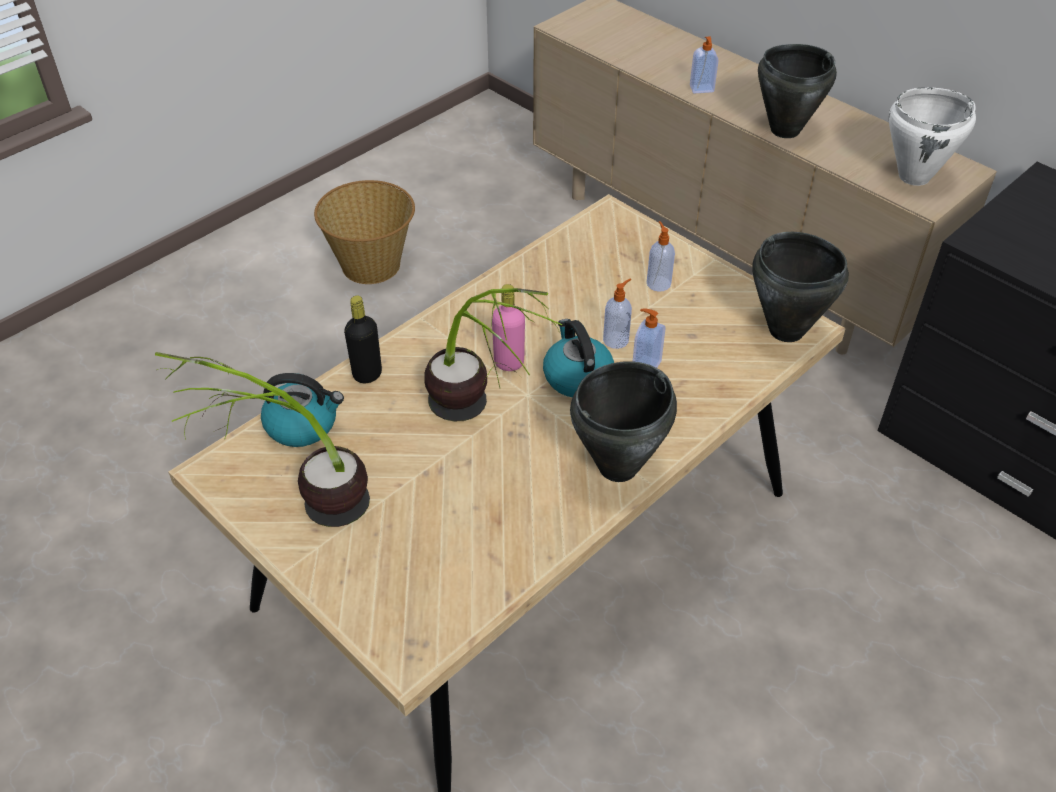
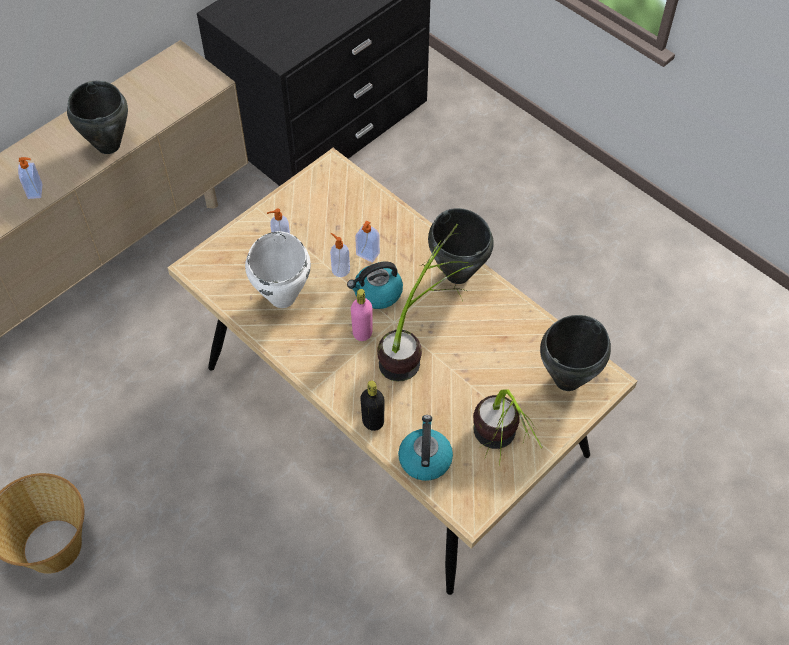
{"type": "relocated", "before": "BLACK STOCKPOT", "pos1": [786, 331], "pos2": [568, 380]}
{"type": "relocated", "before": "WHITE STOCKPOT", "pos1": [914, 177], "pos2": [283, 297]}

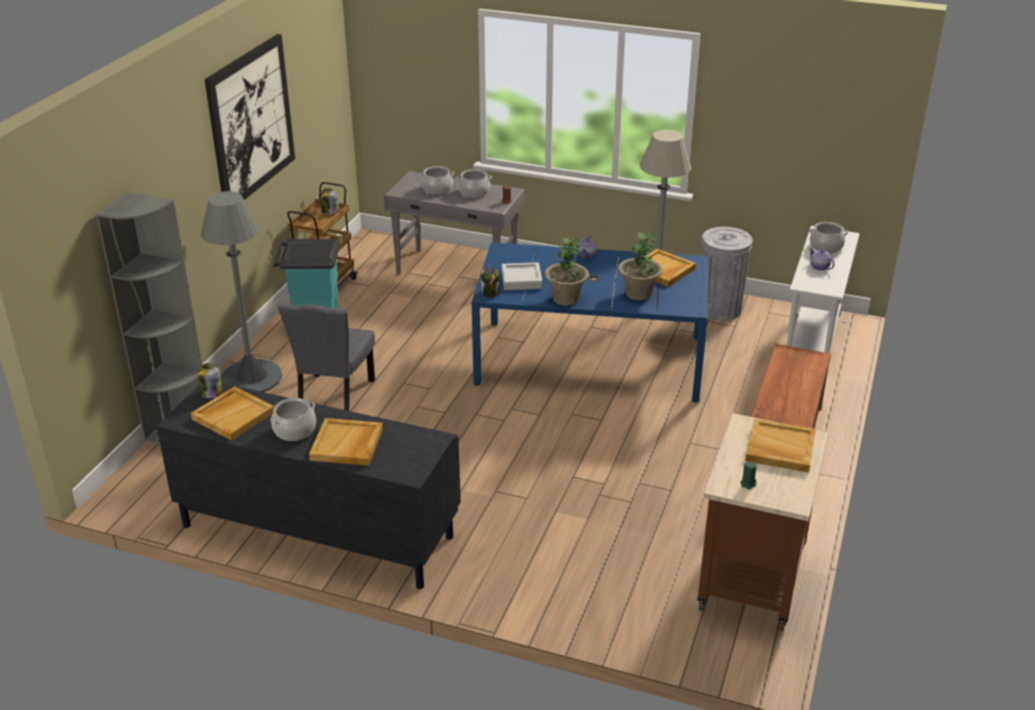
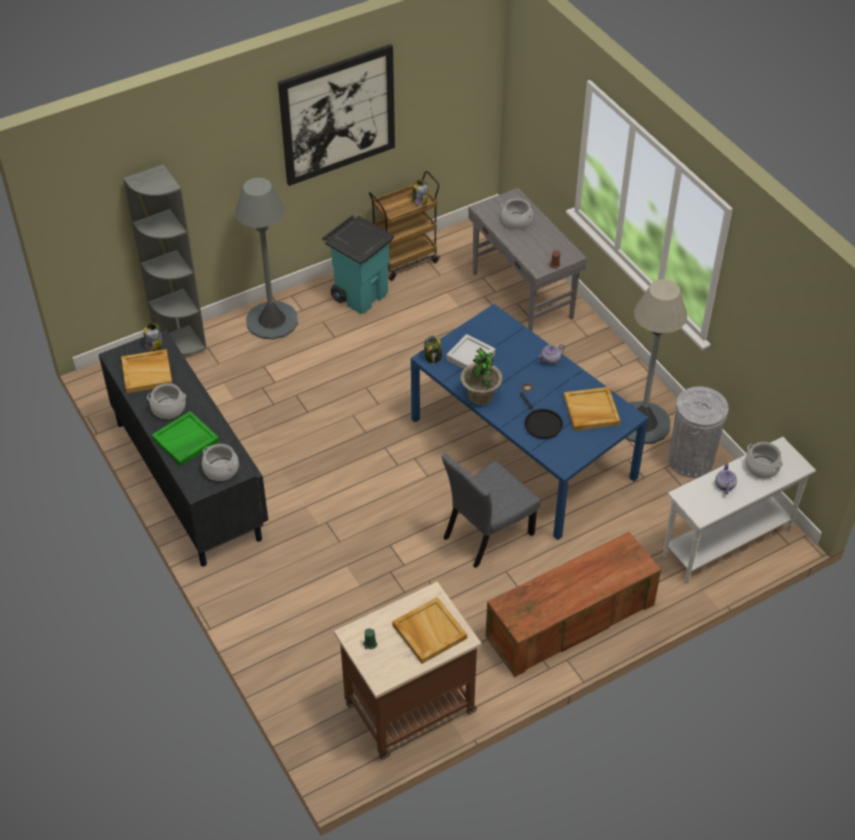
{"type": "relocated", "before": "GRAY CHAIR", "pos1": [334, 396], "pos2": [488, 533]}
{"type": "relocated", "before": "STOCKPOT", "pos1": [474, 192], "pos2": [221, 470]}
{"type": "exchanged", "before": "POTTED PLANT", "after": "BLACK FRYING PAN", "pos1": [638, 294], "pos2": [541, 424]}
{"type": "colour", "before": "BEIGE TRAY", "after": "GREEN TRAY", "pos1": [347, 445], "pos2": [185, 440]}

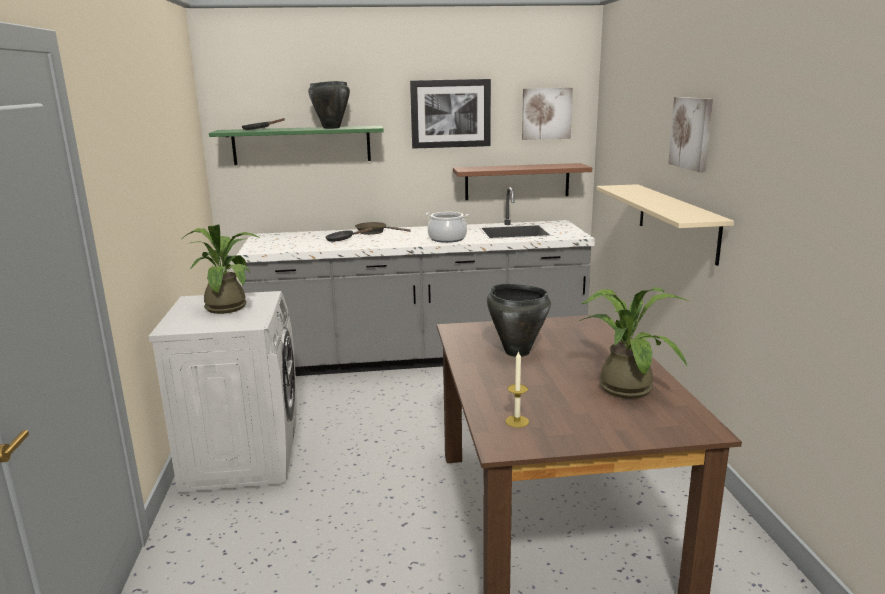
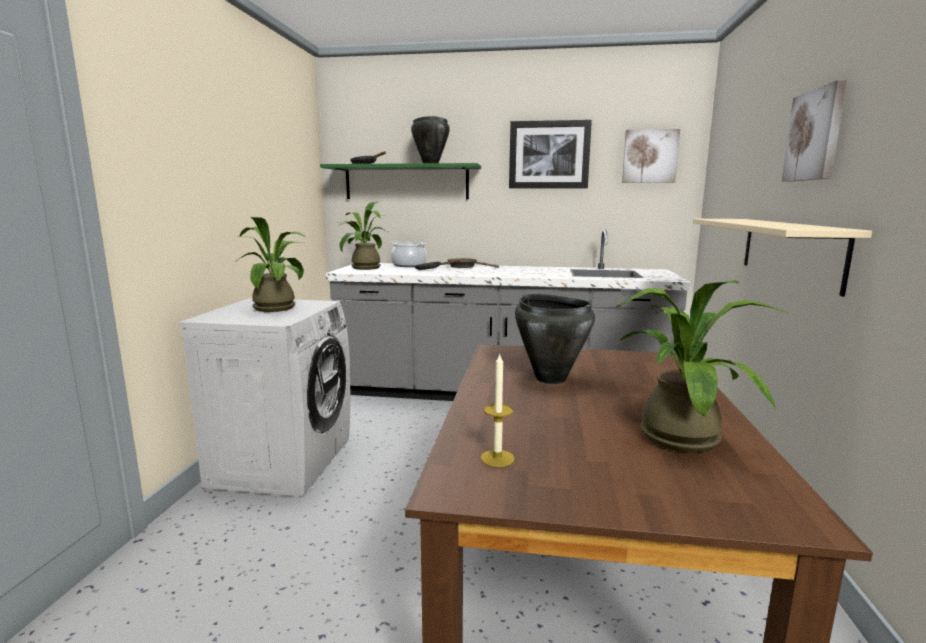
{"type": "missing", "before": "BROWN BRACKET SHELF", "pos1": [517, 181]}
{"type": "appeared", "after": "POTTED PLANT", "pos2": [363, 268]}
{"type": "relocated", "before": "STOCKPOT", "pos1": [447, 239], "pos2": [409, 265]}

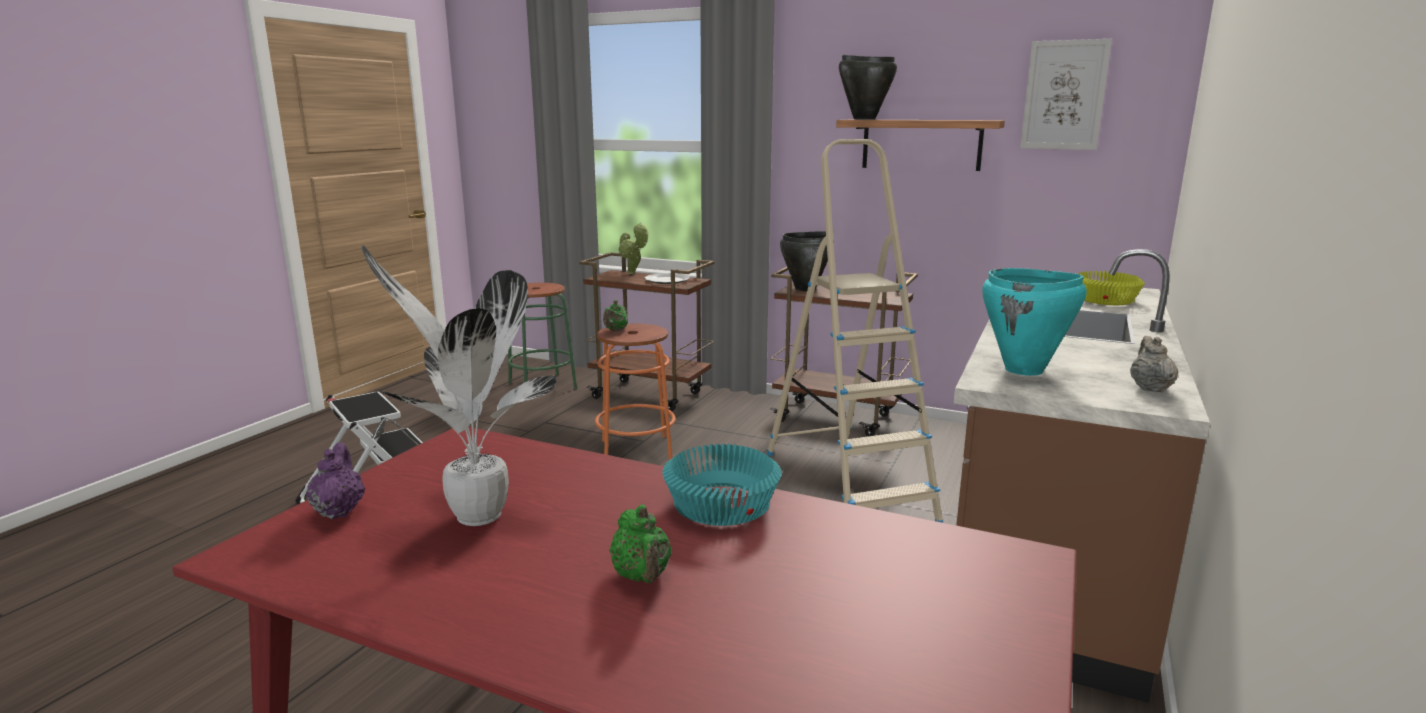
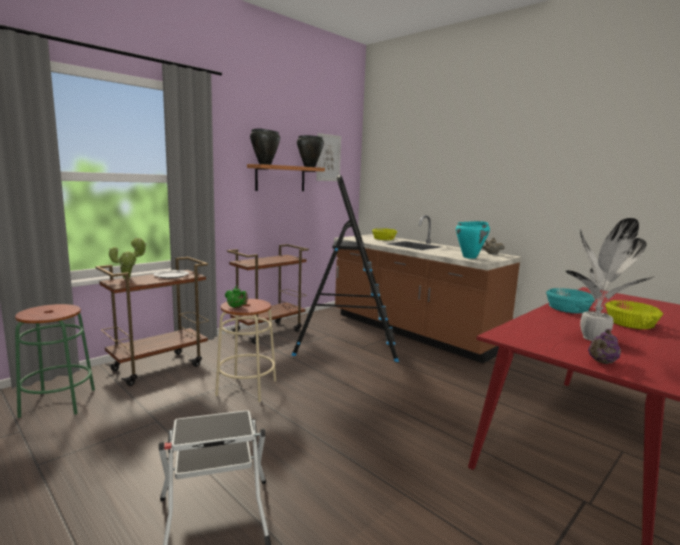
{"type": "relocated", "before": "BLACK STOCKPOT", "pos1": [806, 289], "pos2": [310, 167]}
{"type": "exchanged", "before": "GREEN TEA POT", "after": "YELLOW-COLOURED SERVING BOWL", "pos1": [642, 577], "pos2": [630, 323]}
{"type": "colour", "before": "ORANGE STOOL SEAT", "after": "BEIGE STOOL SEAT", "pos1": [636, 451], "pos2": [247, 388]}
{"type": "colour", "before": "BEIGE STEP LADDER", "after": "BLACK STEP LADDER", "pos1": [847, 487], "pos2": [346, 349]}
{"type": "spun", "before": "PURPLE TEA POT", "pos1": [339, 511], "pos2": [601, 362], "turn": -45}

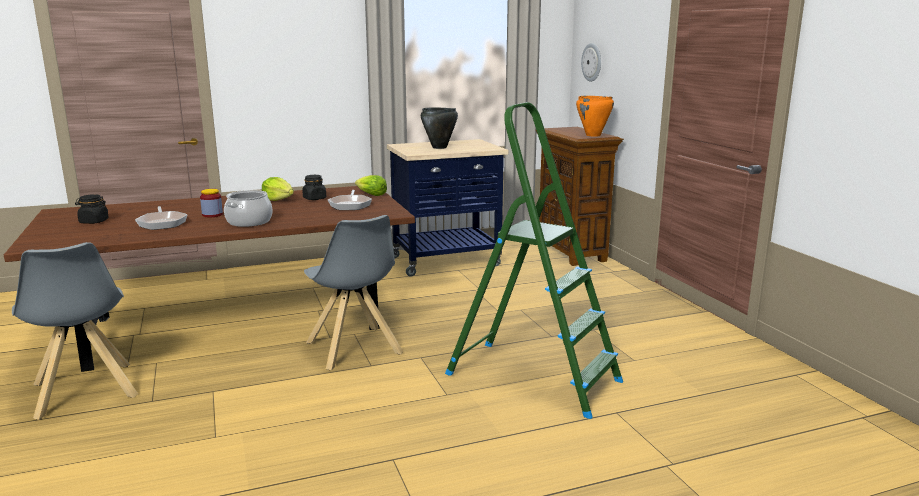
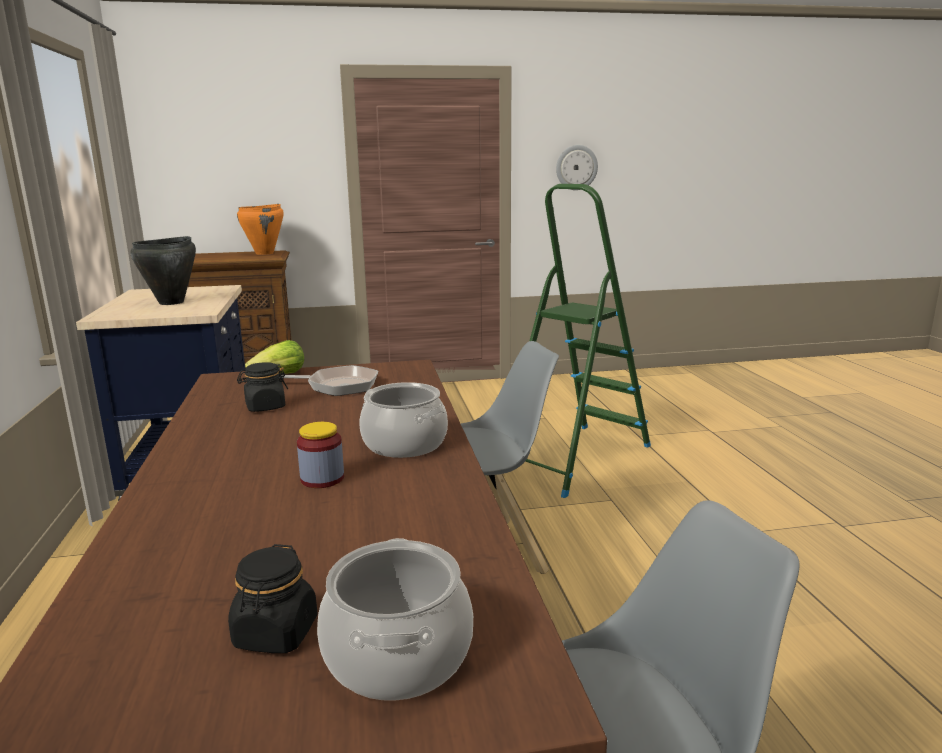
{"type": "missing", "before": "FRYING PAN", "pos1": [162, 223]}
{"type": "missing", "before": "HEAD OF LETTUCE", "pos1": [278, 200]}
{"type": "appeared", "after": "STOCKPOT", "pos2": [396, 655]}
{"type": "relocated", "before": "CLOCK ON THE WALL", "pos1": [592, 62], "pos2": [576, 167]}

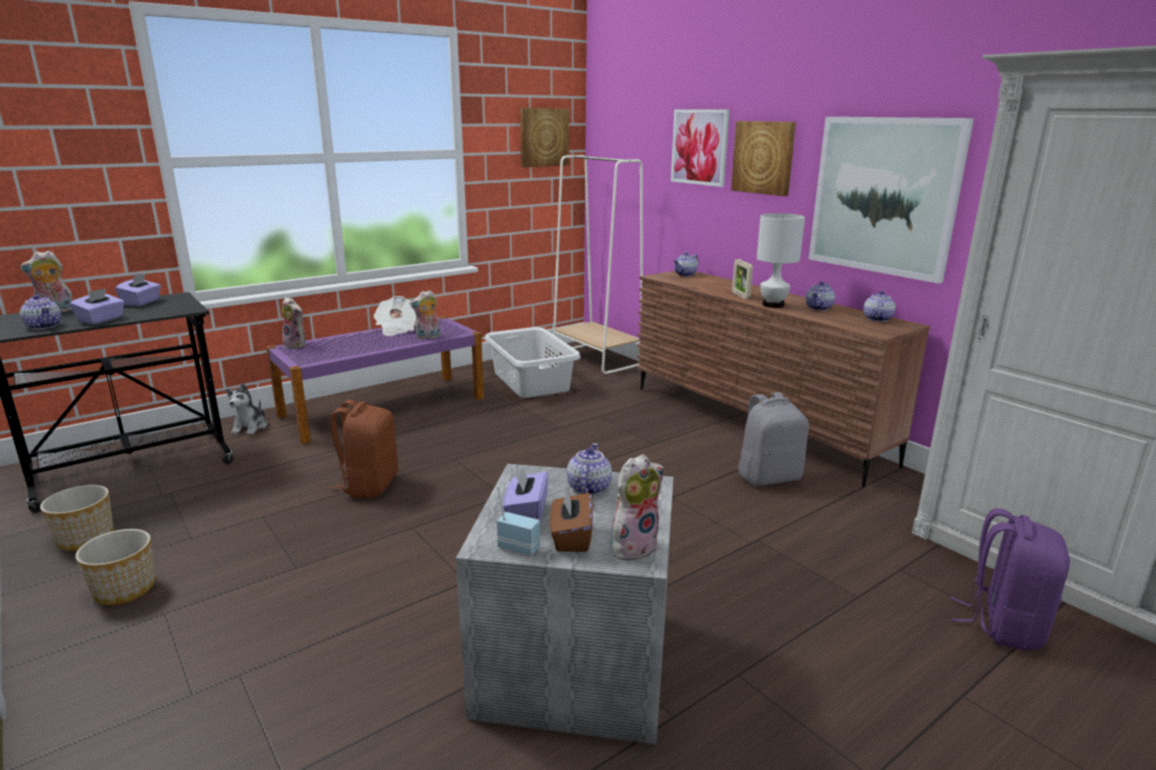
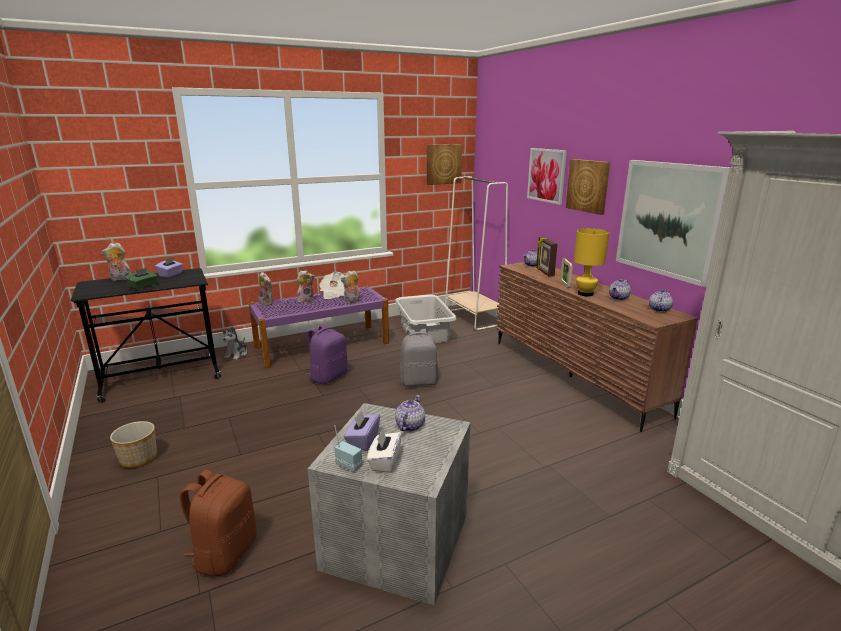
{"type": "missing", "before": "TEA POT", "pos1": [45, 326]}
{"type": "missing", "before": "PLANT POT", "pos1": [85, 538]}
{"type": "appeared", "after": "PICTURE FRAME", "pos2": [544, 272]}
{"type": "relocated", "before": "BROWN BACKPACK", "pos1": [369, 485], "pos2": [225, 553]}
{"type": "relocated", "before": "PLUSH TOY", "pos1": [633, 546], "pos2": [306, 300]}
{"type": "relocated", "before": "GRAY BACKPACK", "pos1": [768, 477], "pos2": [419, 382]}
{"type": "relocated", "before": "PURPLE BACKPACK", "pos1": [1003, 624], "pos2": [328, 377]}
{"type": "colour", "before": "PURPLE TISSUE HOLDER", "after": "GREEN TISSUE HOLDER", "pos1": [101, 320], "pos2": [143, 286]}
{"type": "colour", "before": "BROWN TISSUE HOLDER", "after": "WHITE TISSUE HOLDER", "pos1": [571, 538], "pos2": [384, 462]}
{"type": "colour", "before": "WHITE TABLE LAMP", "after": "YELLOW-COLOURED TABLE LAMP", "pos1": [773, 305], "pos2": [585, 294]}

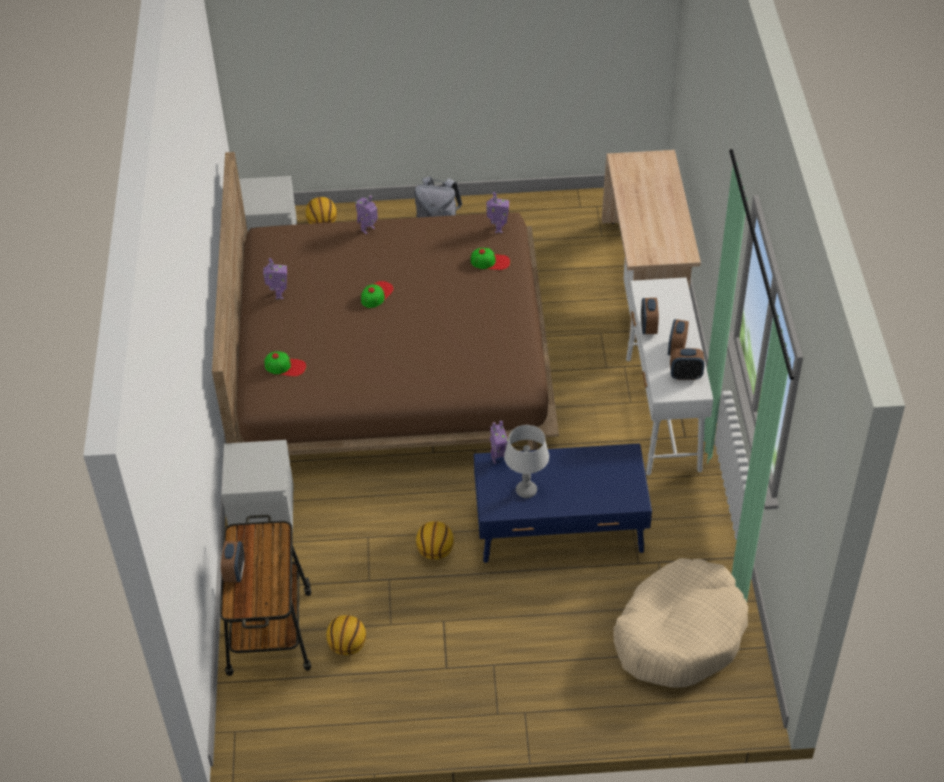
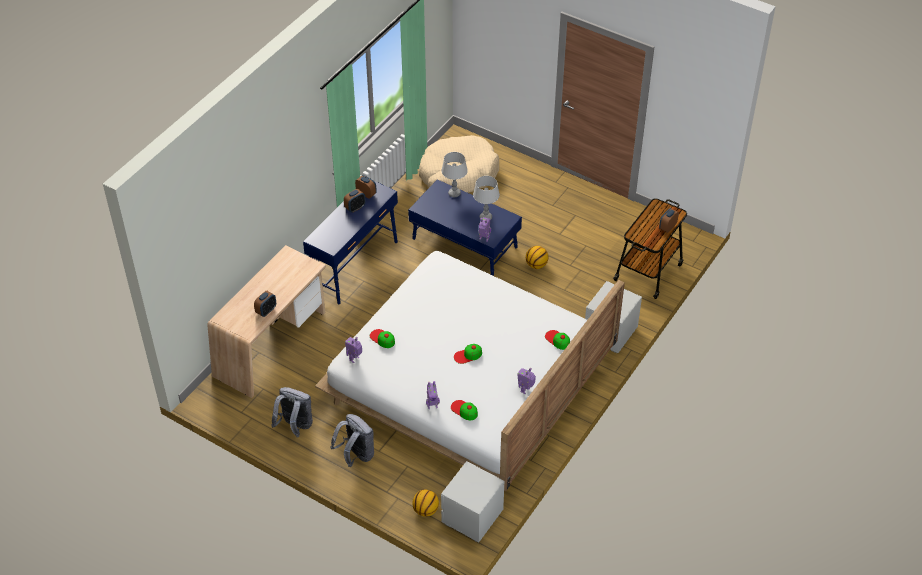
{"type": "missing", "before": "BALL FOR BASKETBALL", "pos1": [347, 646]}
{"type": "appeared", "after": "GRAY BACKPACK", "pos2": [295, 426]}
{"type": "appeared", "after": "GRAY TABLE LAMP", "pos2": [454, 193]}
{"type": "appeared", "after": "BASEBALL CAP", "pos2": [464, 410]}
{"type": "relocated", "before": "BEDSIDE CLOCK", "pos1": [648, 327], "pos2": [266, 311]}
{"type": "colour", "before": "BROWN BEDROOM BED", "after": "WHITE BEDROOM BED", "pos1": [392, 359], "pos2": [467, 381]}
{"type": "colour", "before": "WHITE CONSOLE TABLE", "after": "BLUISH CONSOLE TABLE", "pos1": [661, 414], "pos2": [355, 266]}

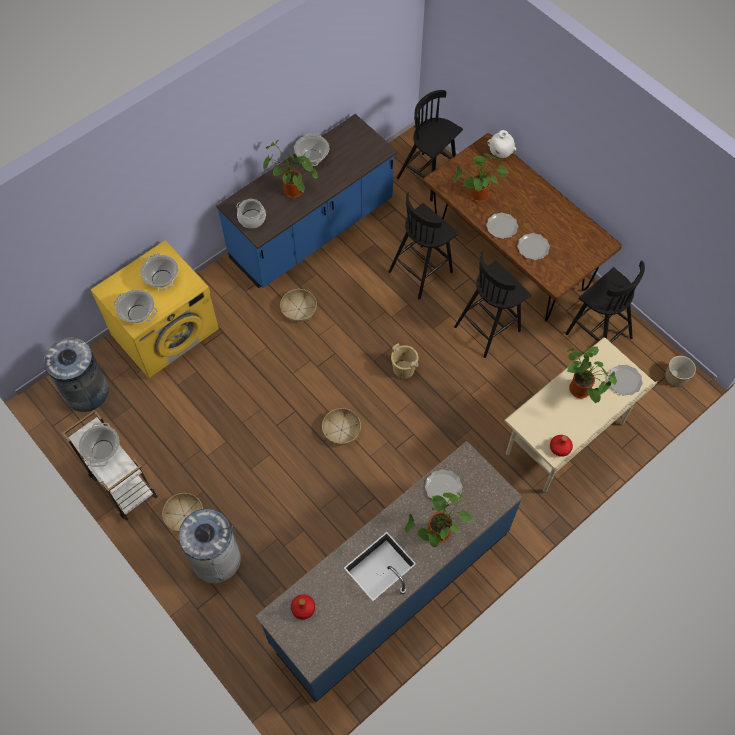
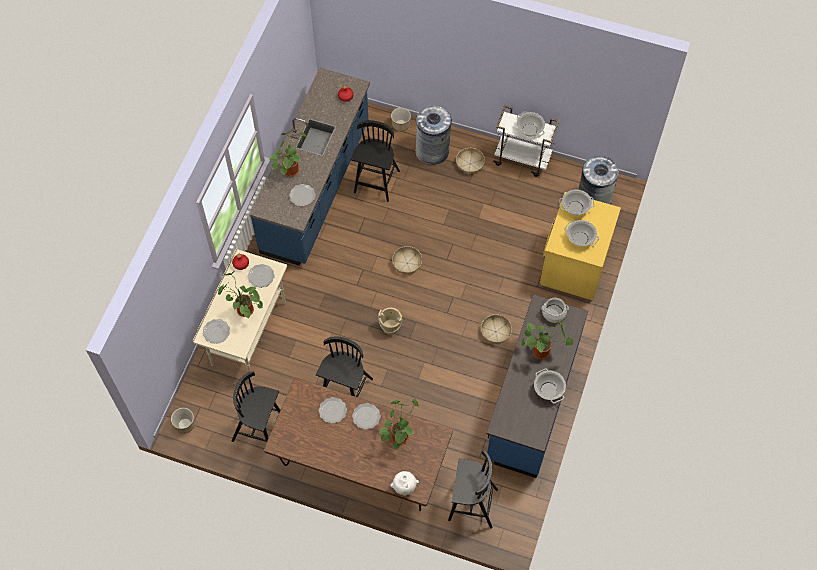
{"type": "appeared", "after": "DINNER PLATE", "pos2": [261, 276]}
{"type": "appeared", "after": "PLANT POT", "pos2": [401, 125]}
{"type": "relocated", "before": "BLACK STOOL SEAT", "pos1": [422, 270], "pos2": [376, 183]}

